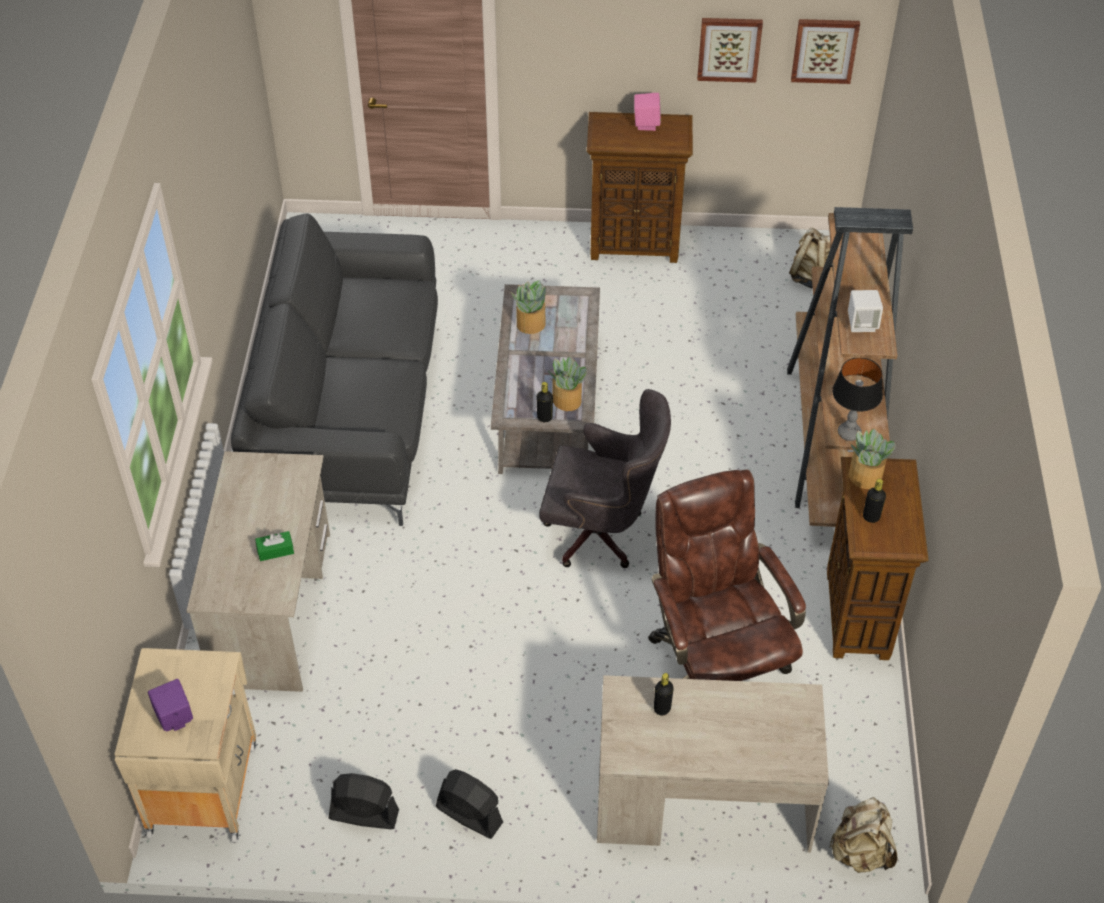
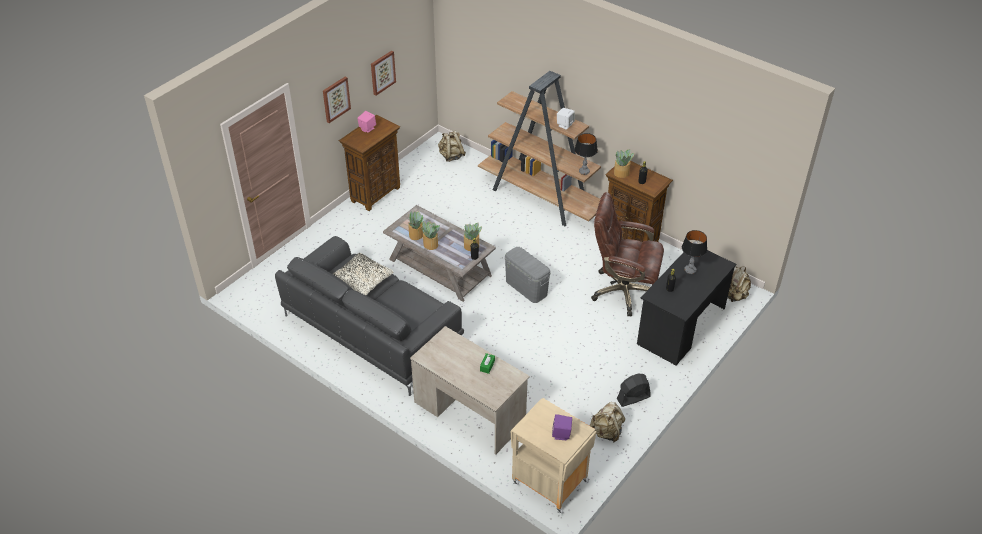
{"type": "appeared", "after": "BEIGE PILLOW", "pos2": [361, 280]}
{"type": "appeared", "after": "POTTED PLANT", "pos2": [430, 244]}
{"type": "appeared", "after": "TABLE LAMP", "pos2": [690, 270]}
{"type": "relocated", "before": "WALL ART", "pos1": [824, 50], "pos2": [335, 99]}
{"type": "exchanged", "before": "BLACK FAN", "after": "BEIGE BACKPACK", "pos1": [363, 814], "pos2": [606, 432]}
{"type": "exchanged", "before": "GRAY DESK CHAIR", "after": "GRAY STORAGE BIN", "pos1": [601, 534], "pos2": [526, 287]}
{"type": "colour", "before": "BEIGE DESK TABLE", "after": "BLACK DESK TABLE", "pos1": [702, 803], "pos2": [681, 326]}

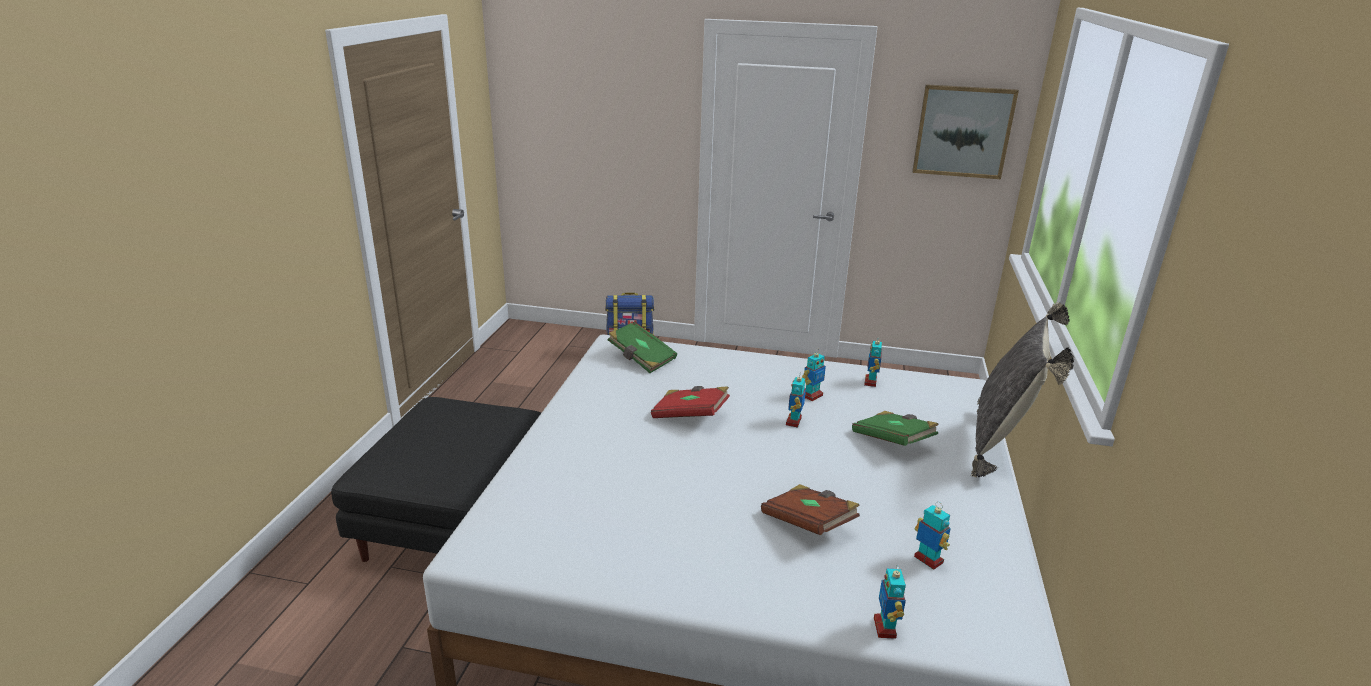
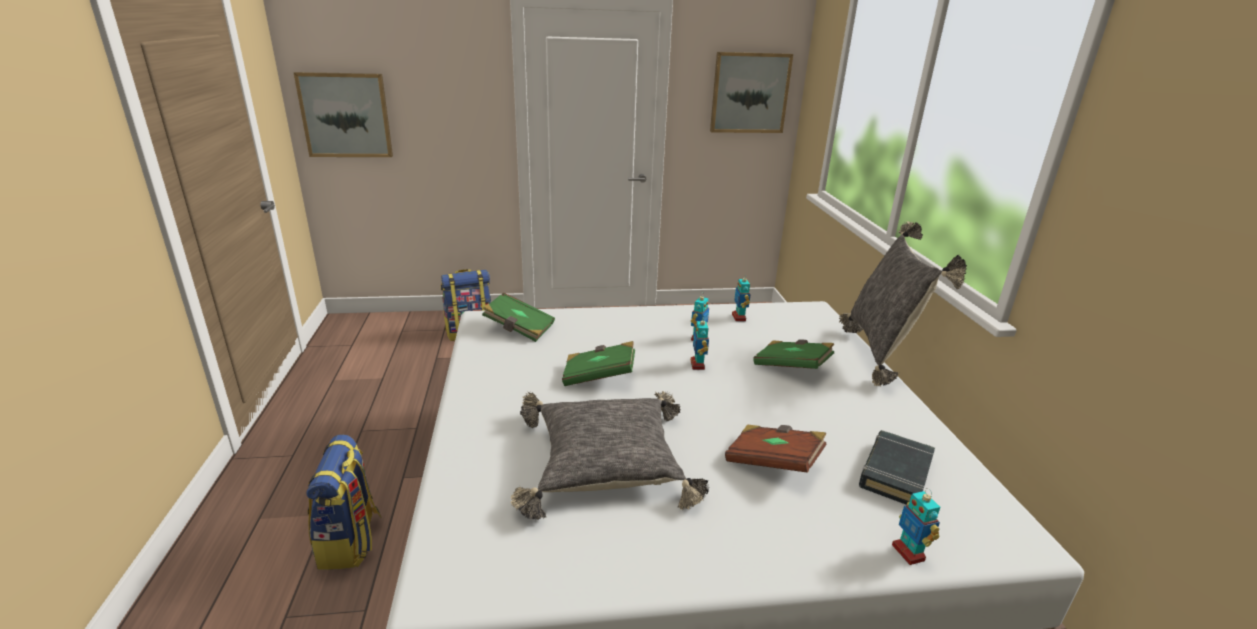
{"type": "appeared", "after": "WALL ART", "pos2": [346, 115]}
{"type": "appeared", "after": "PILLOW", "pos2": [605, 459]}
{"type": "exchanged", "before": "BLACK FOOTREST", "after": "BACKPACK", "pos1": [457, 522], "pos2": [350, 541]}
{"type": "exchanged", "before": "ROBOT FIGURE", "after": "BLACK VOLUME", "pos1": [928, 560], "pos2": [895, 473]}
{"type": "colour", "before": "RED-COLOURED VOLUME", "after": "GREEN VOLUME", "pos1": [690, 415], "pos2": [599, 376]}

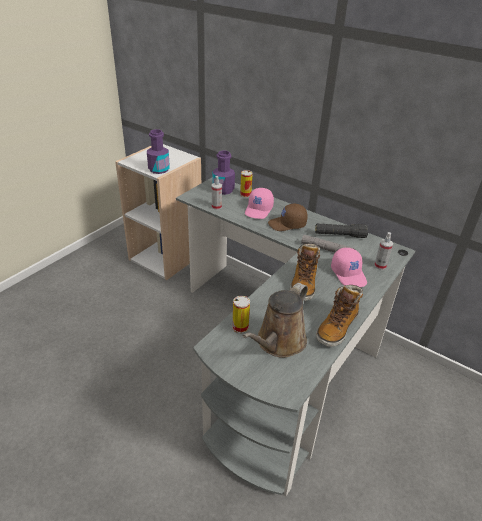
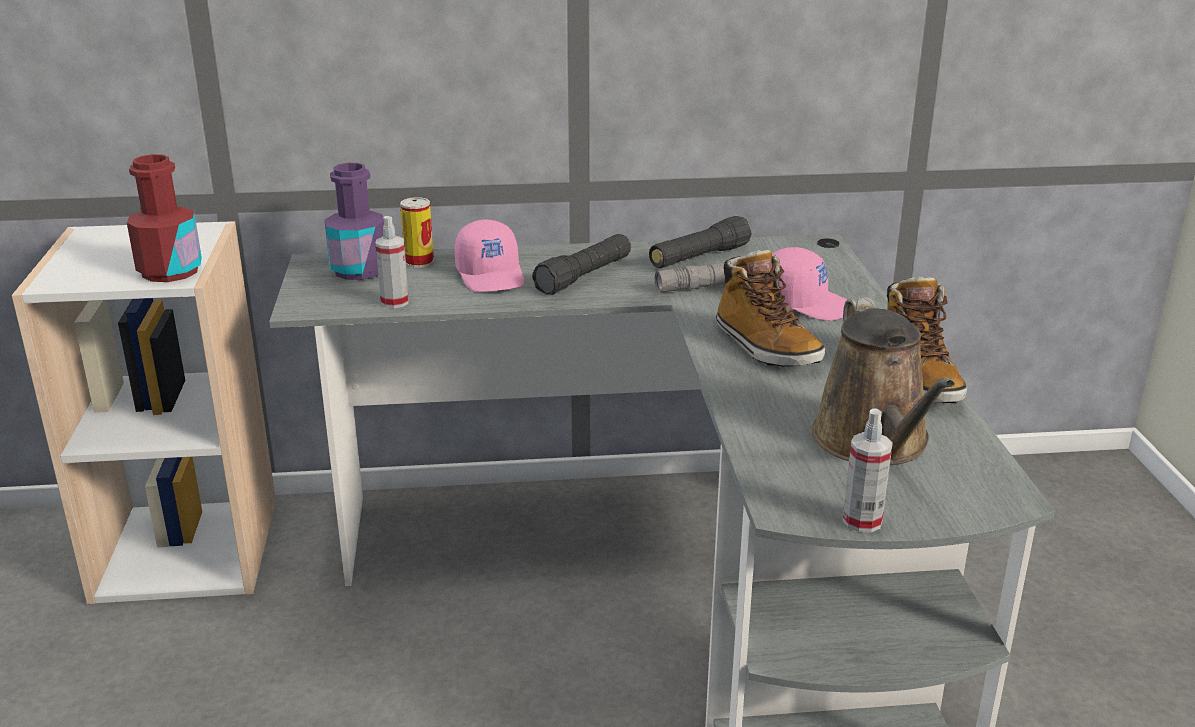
{"type": "missing", "before": "SEALED CAN", "pos1": [240, 327]}
{"type": "relocated", "before": "SPRAY BOTTLE", "pos1": [380, 265], "pos2": [862, 521]}
{"type": "exchanged", "before": "BROWN BASEBALL CAP", "after": "BLACK FLASHLIGHT", "pos1": [287, 224], "pos2": [584, 277]}
{"type": "colour", "before": "PURPLE DRINK BOTTLE", "after": "RED-COLOURED DRINK BOTTLE", "pos1": [159, 169], "pos2": [170, 271]}

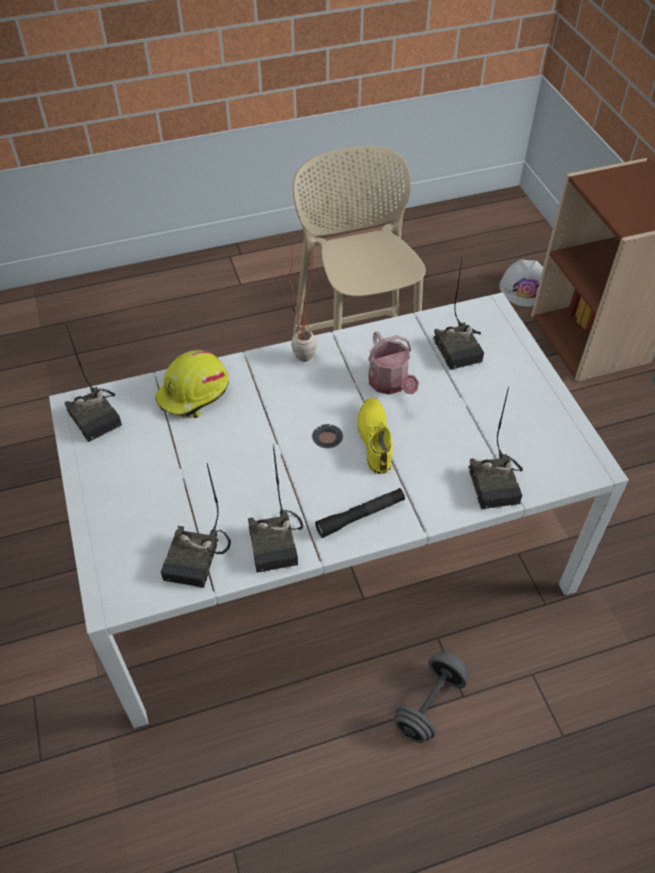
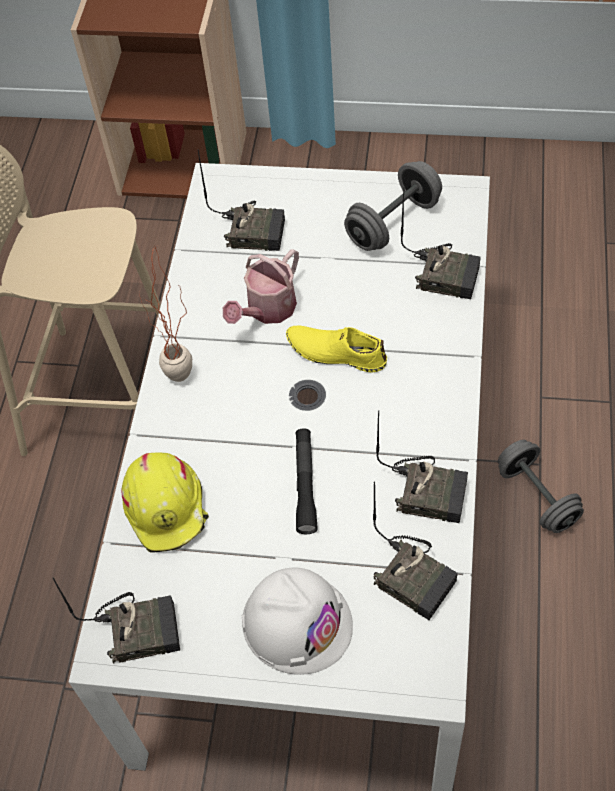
{"type": "appeared", "after": "GRAY HAND WEIGHT", "pos2": [393, 223]}
{"type": "relocated", "before": "BLACK FLASHLIGHT", "pos1": [360, 516], "pos2": [305, 484]}
{"type": "relocated", "before": "WHITE HARD HAT", "pos1": [524, 288], "pos2": [297, 622]}
{"type": "spun", "before": "WATERING POT", "pos1": [390, 384], "pos2": [267, 310], "turn": 120}

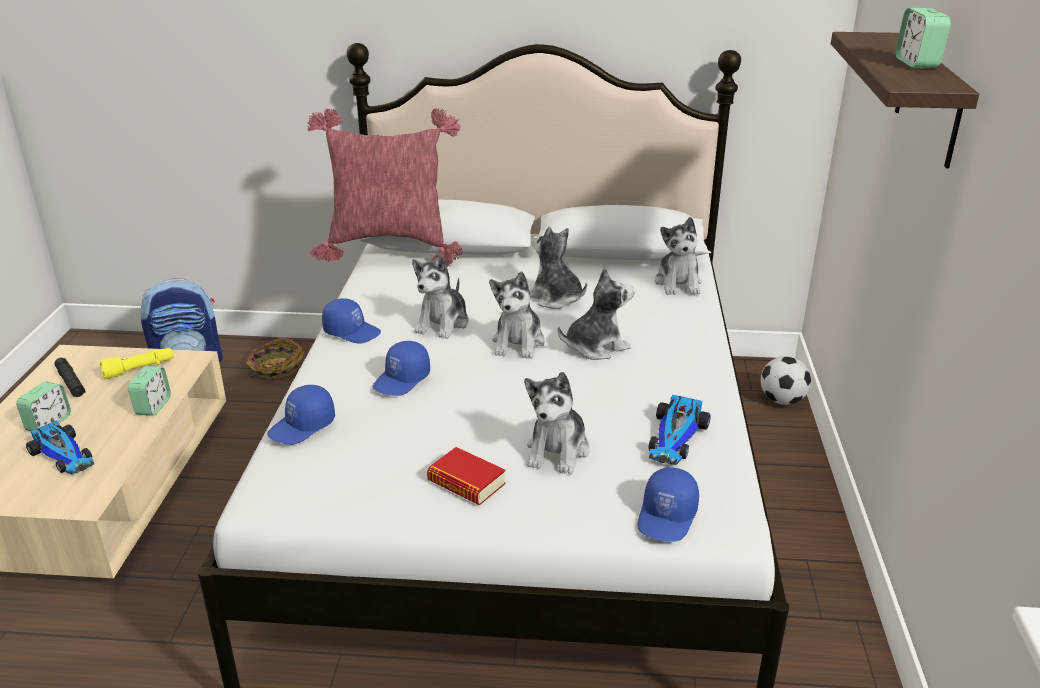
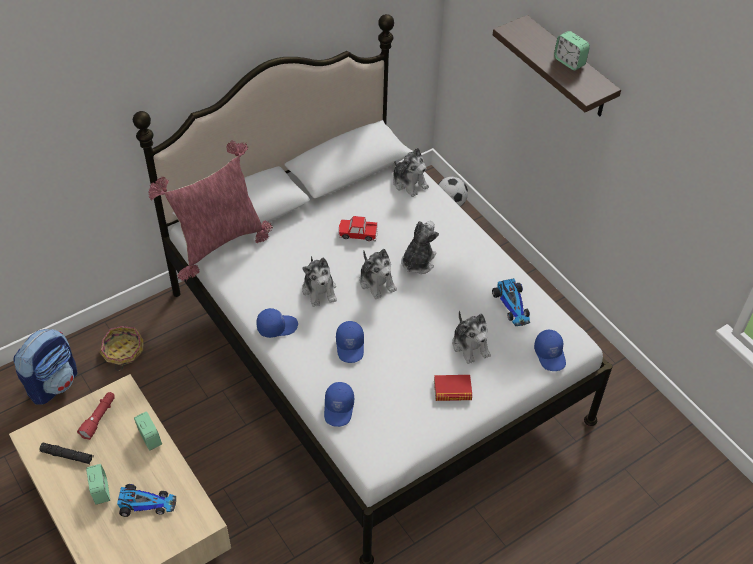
{"type": "exchanged", "before": "PLUSH TOY", "after": "MINIATURE CAR", "pos1": [555, 298], "pos2": [357, 233]}
{"type": "colour", "before": "YELLOW-COLOURED FLASHLIGHT", "after": "RED-COLOURED FLASHLIGHT", "pos1": [139, 369], "pos2": [99, 418]}

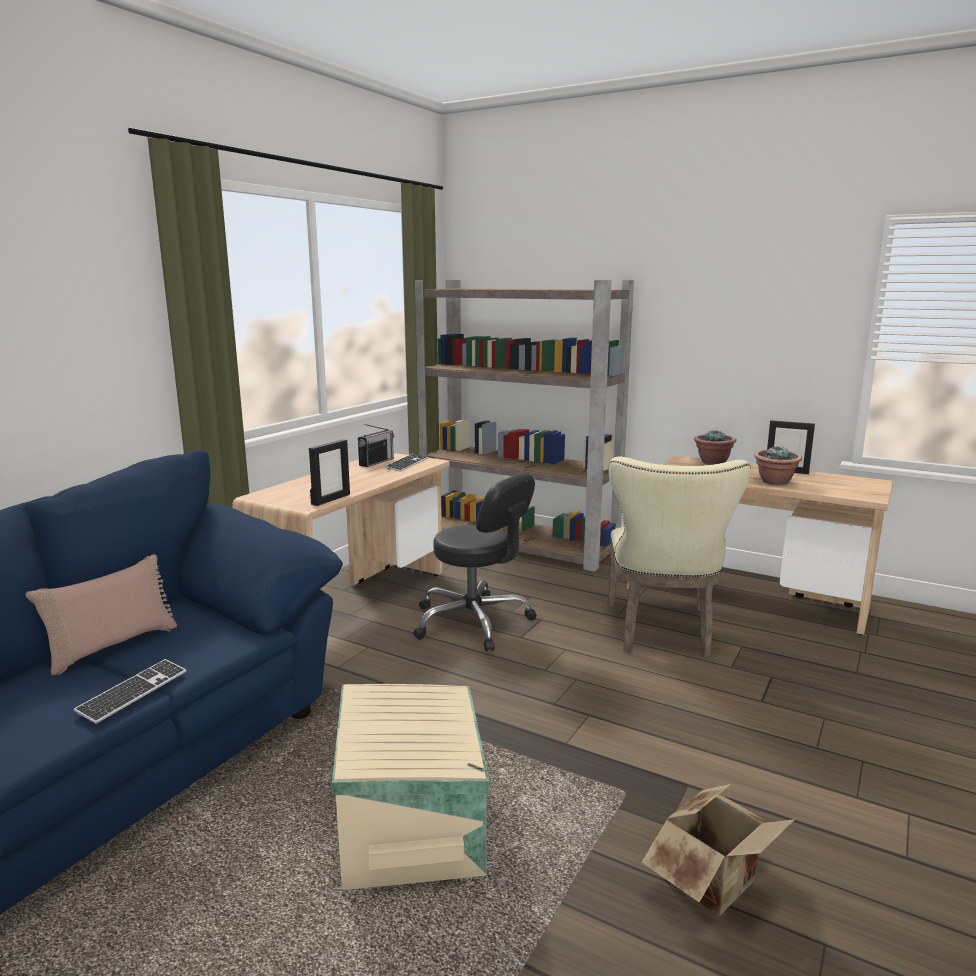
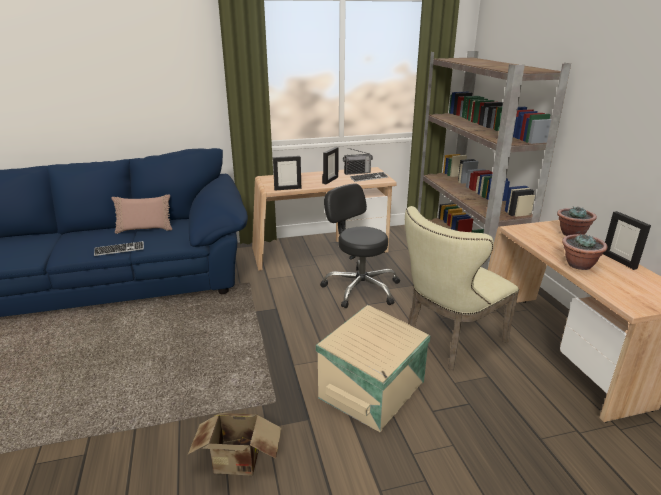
{"type": "appeared", "after": "PICTURE FRAME", "pos2": [330, 180]}
{"type": "relocated", "before": "BEIGE STORAGE BIN", "pos1": [414, 823], "pos2": [374, 389]}
{"type": "spun", "before": "BLACK DESK CHAIR", "pos1": [477, 624], "pos2": [358, 287], "turn": 150}

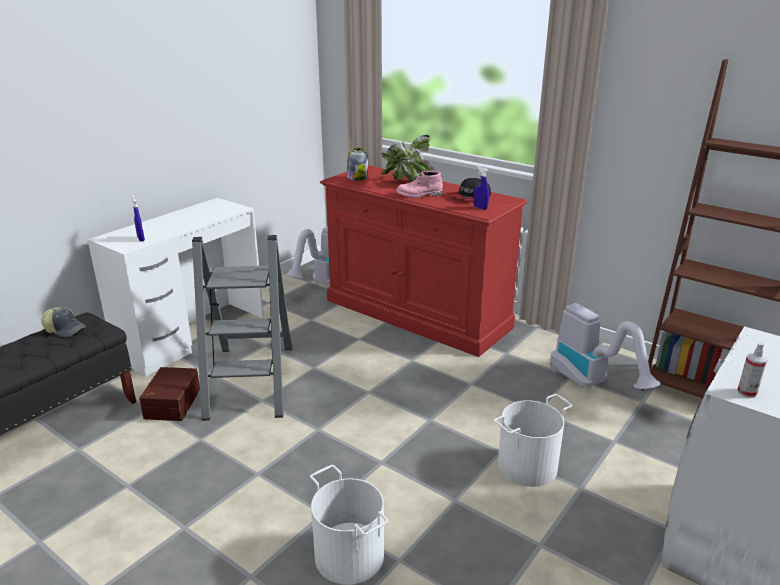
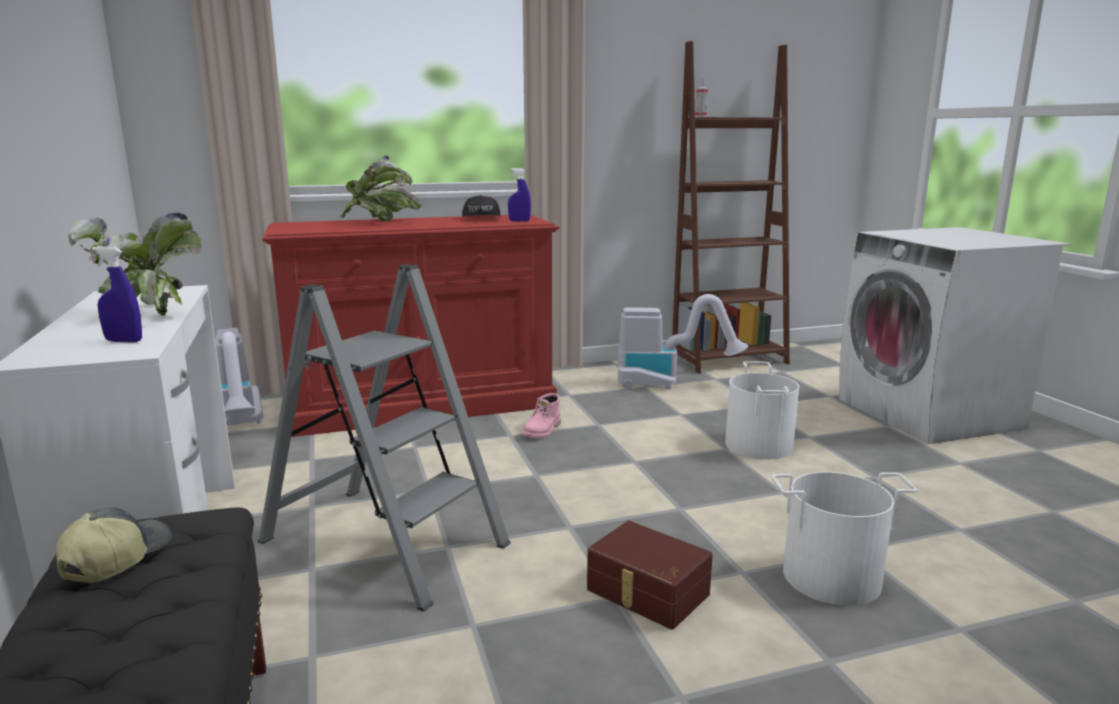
{"type": "missing", "before": "JAR", "pos1": [357, 178]}
{"type": "appeared", "after": "POTTED PLANT", "pos2": [147, 314]}
{"type": "relocated", "before": "BROWN STORAGE BIN", "pos1": [171, 403], "pos2": [646, 593]}
{"type": "relocated", "before": "PINK HIGH-TOP BOOT", "pos1": [419, 195], "pos2": [542, 430]}
{"type": "relocated", "before": "SPRAY BOTTLE", "pos1": [746, 392], "pos2": [700, 116]}
{"type": "spun", "before": "BASEBALL CAP", "pos1": [65, 329], "pos2": [116, 558], "turn": -45}

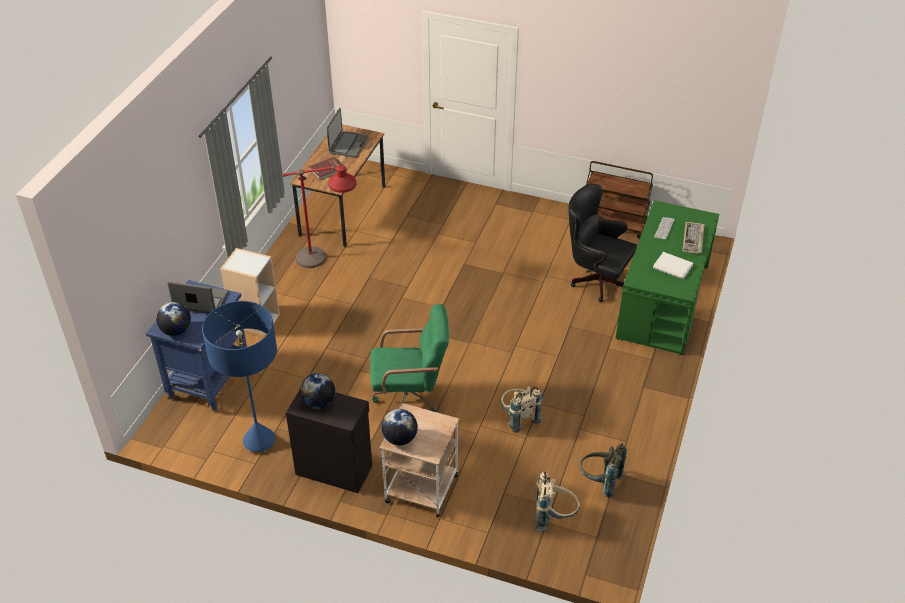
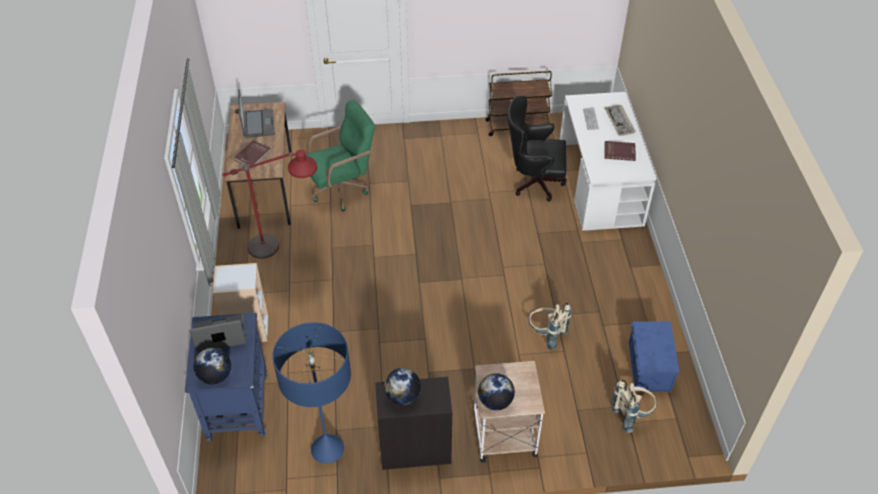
{"type": "relocated", "before": "GREEN DESK CHAIR", "pos1": [410, 399], "pos2": [342, 190]}
{"type": "exchanged", "before": "GRAY BACKPACK", "after": "BLUISH STORAGE BIN", "pos1": [599, 482], "pos2": [648, 367]}
{"type": "colour", "before": "GREEN DESK TABLE", "after": "WHITE DESK TABLE", "pos1": [663, 302], "pos2": [600, 184]}
{"type": "colour", "before": "WHITE VOLUME", "after": "RED-COLOURED VOLUME", "pos1": [673, 266], "pos2": [619, 151]}

